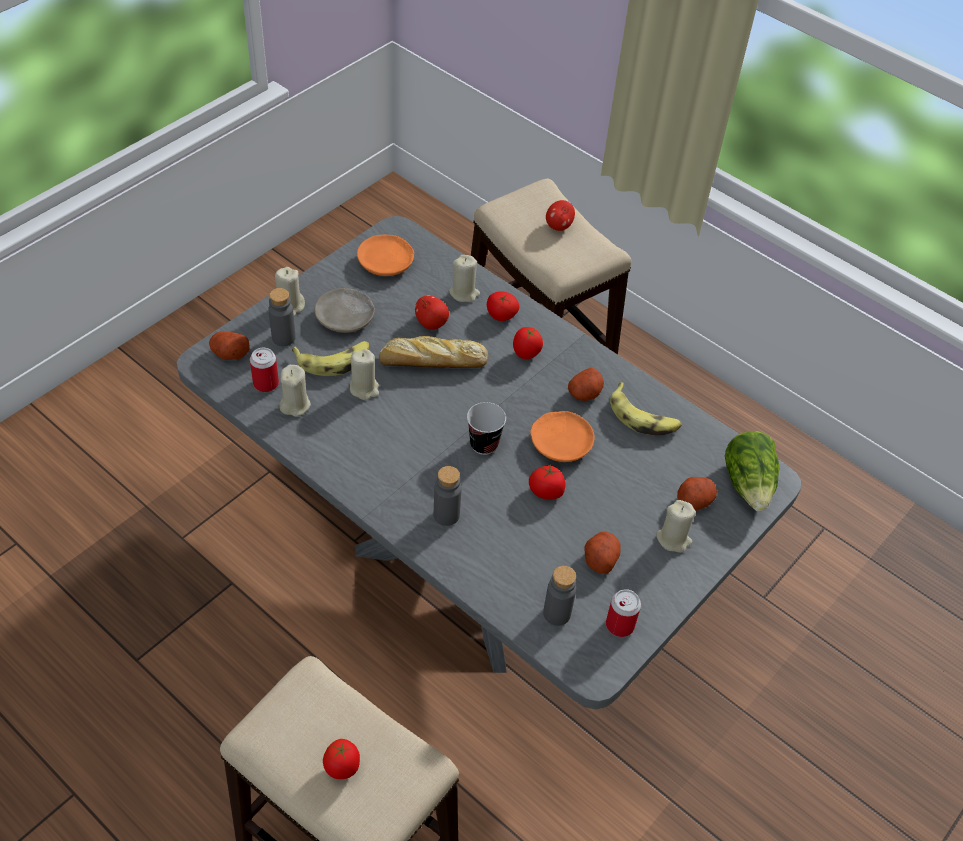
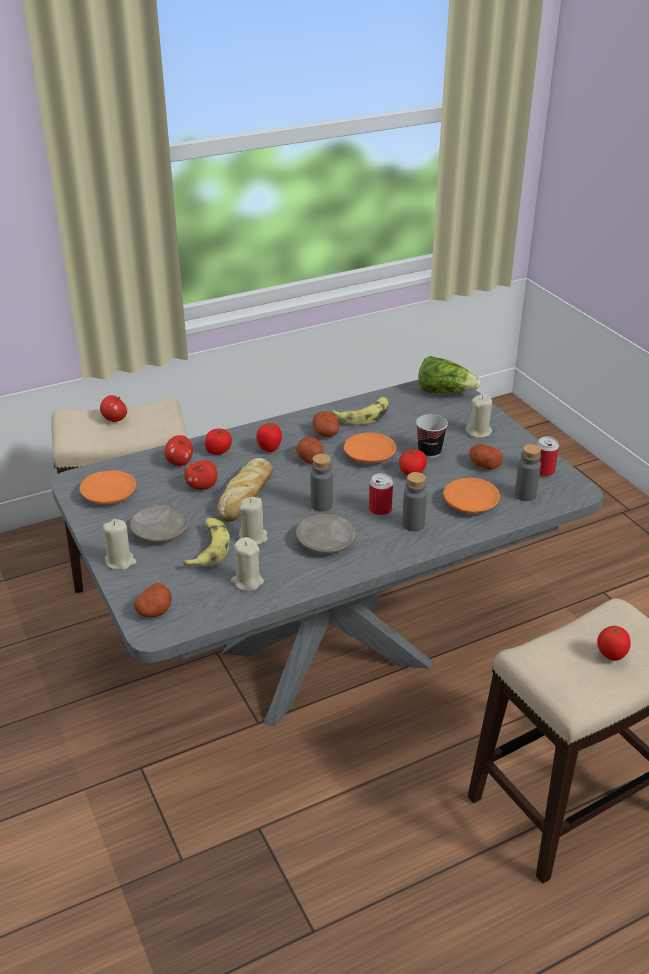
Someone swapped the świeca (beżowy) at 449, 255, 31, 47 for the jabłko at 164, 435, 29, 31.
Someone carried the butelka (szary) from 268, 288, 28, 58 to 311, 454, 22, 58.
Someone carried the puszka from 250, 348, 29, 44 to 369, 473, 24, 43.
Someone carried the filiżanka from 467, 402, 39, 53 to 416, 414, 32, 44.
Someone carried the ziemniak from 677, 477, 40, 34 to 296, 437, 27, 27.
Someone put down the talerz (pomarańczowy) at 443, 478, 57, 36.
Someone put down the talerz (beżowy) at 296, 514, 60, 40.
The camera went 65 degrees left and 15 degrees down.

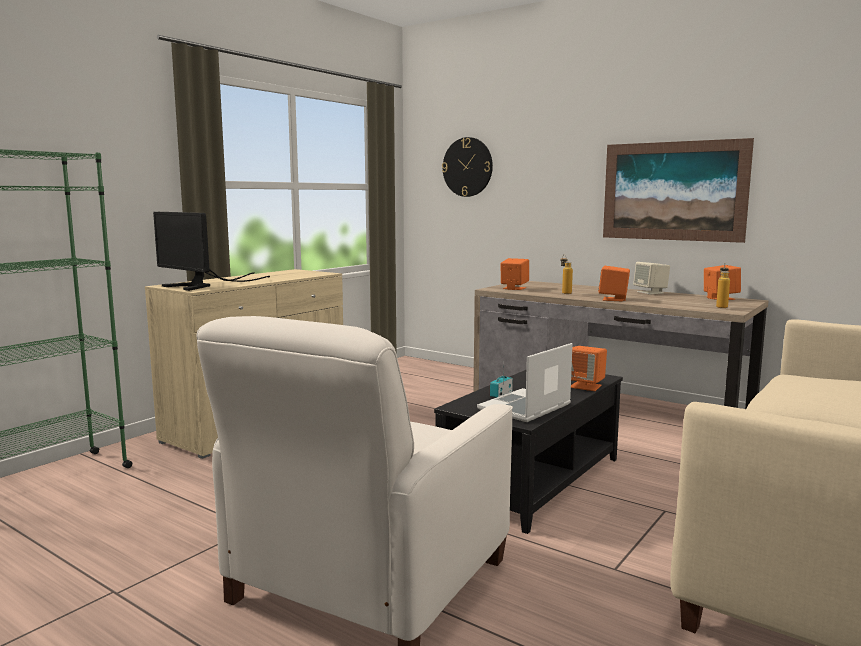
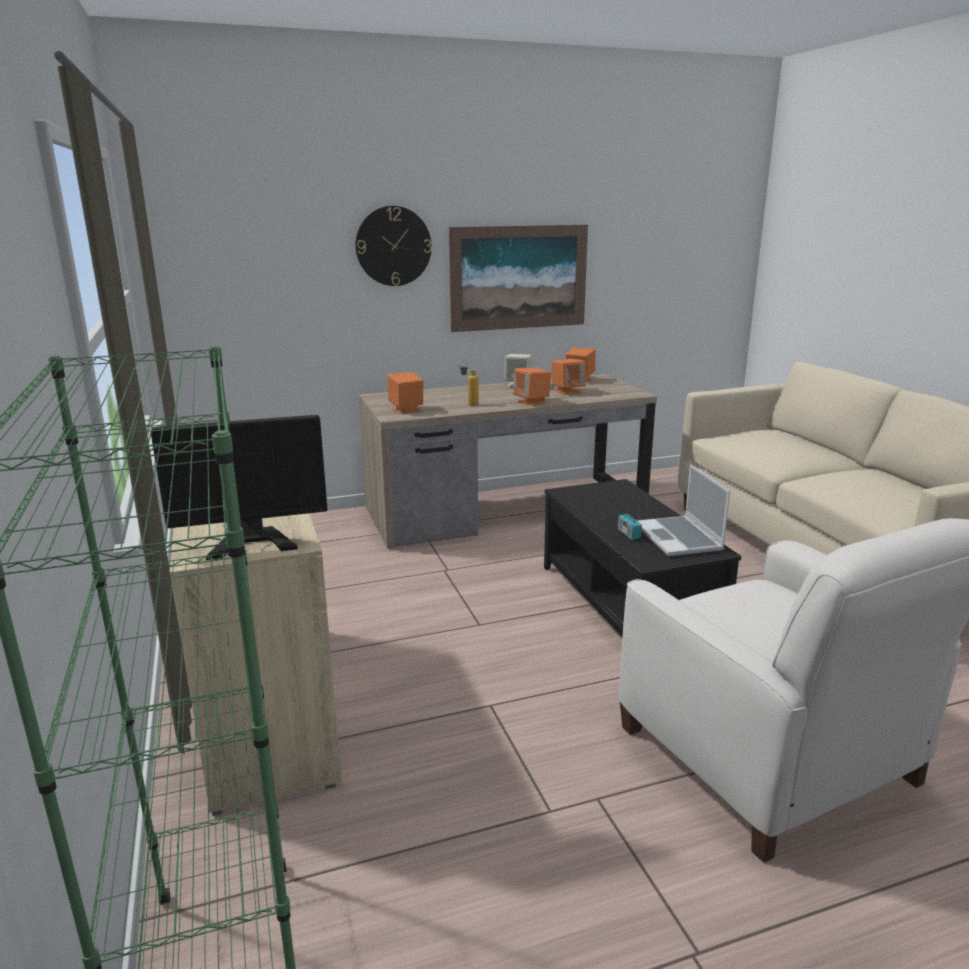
Someone carried the zegar ścienny from 442, 137, 51, 60 to 356, 206, 76, 80.
Someone took away the butelka at 716, 263, 14, 45.
Someone carried the głośnik (pomarańczowy) from 571, 346, 36, 45 to 552, 359, 34, 36.
The camera went 55 degrees left and 10 degrees up.

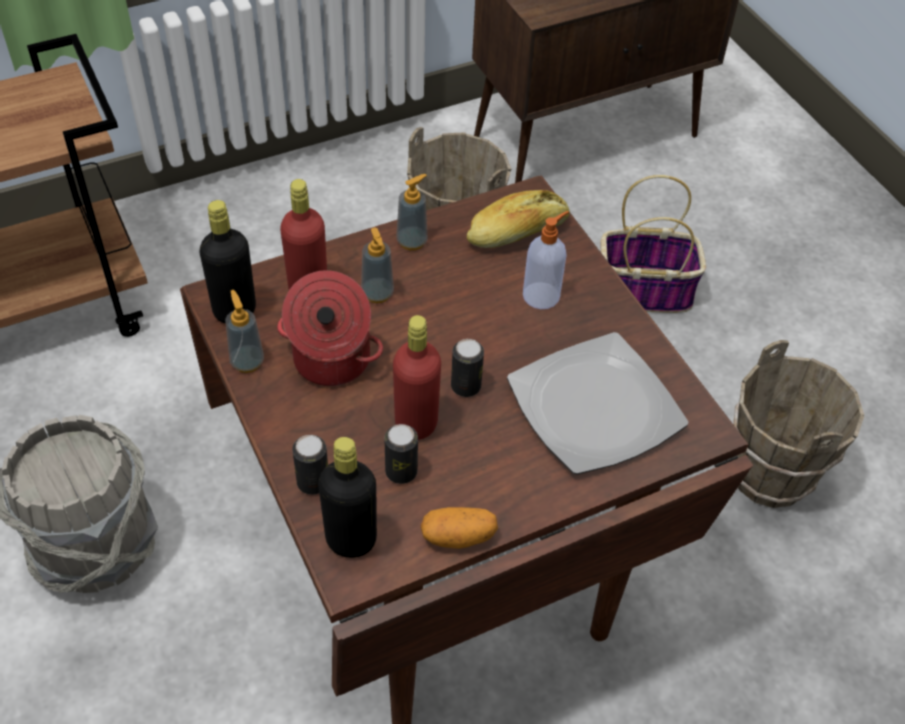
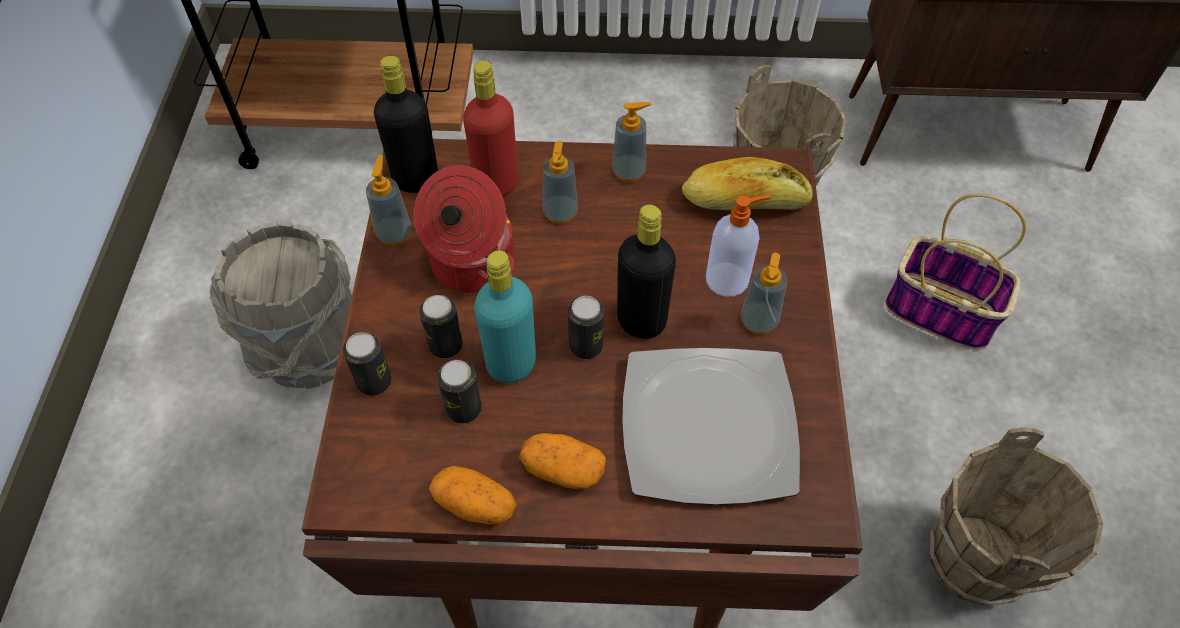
Someone repainted the butelka (czerwony) at 393, 315, 48, 125, which became the butelka (turkusowy) at 474, 251, 62, 133.
Someone carried the butelka (czarny) from 318, 437, 59, 121 to 617, 205, 59, 134.
Someone put down the dozownik mydła at 741, 253, 46, 81.
Someone put down the puszka at 419, 295, 44, 63.
Someone put down the ziemniak at 519, 433, 87, 56.
The camera went 30 degrees right and 5 degrees up.

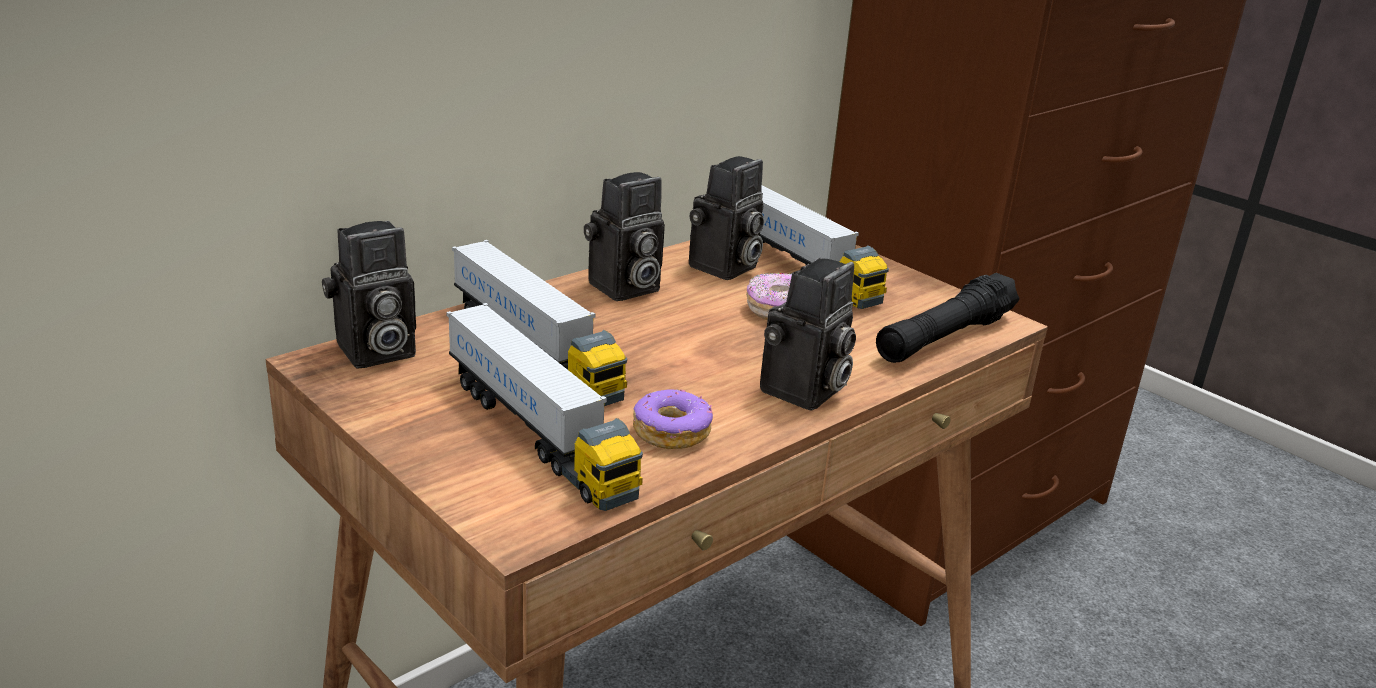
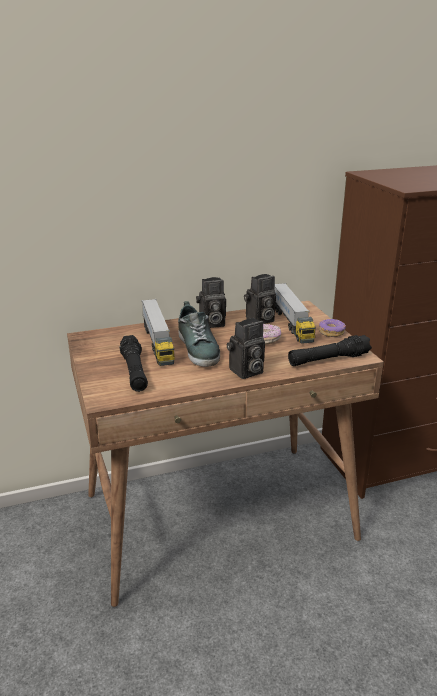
Someone took away the aparat fotograficzny at 322, 221, 94, 148.
Someone swapped the ciężarówka zabawkowa at 446, 303, 197, 208 for the latarka (czarny) at 120, 335, 28, 57.
Someone carried the donut from 633, 389, 80, 60 to 319, 319, 27, 18.
Someone put down the but at 178, 301, 42, 66.
The camera went 25 degrees right and 0 degrees up.

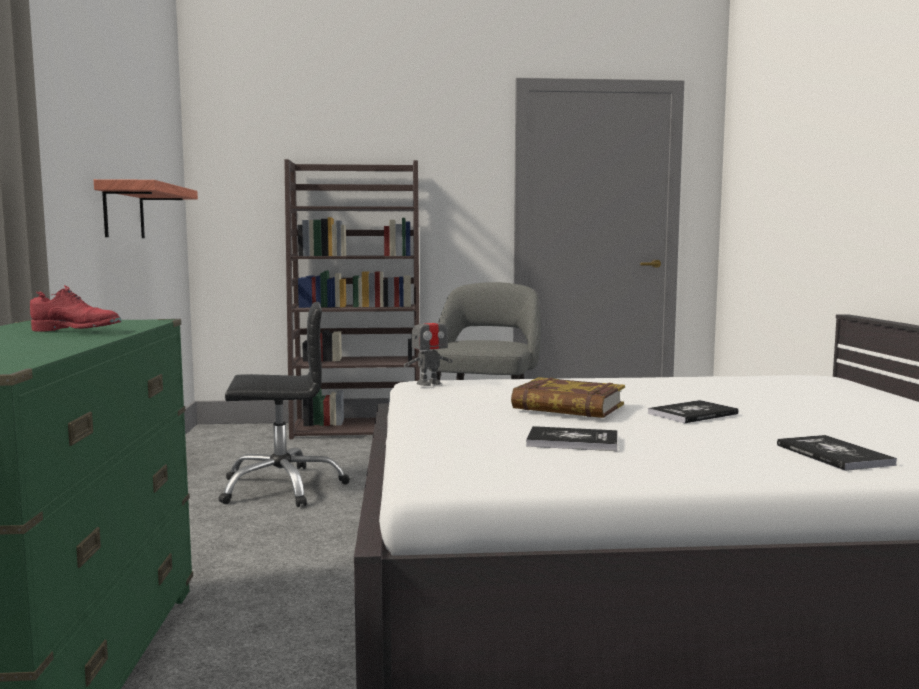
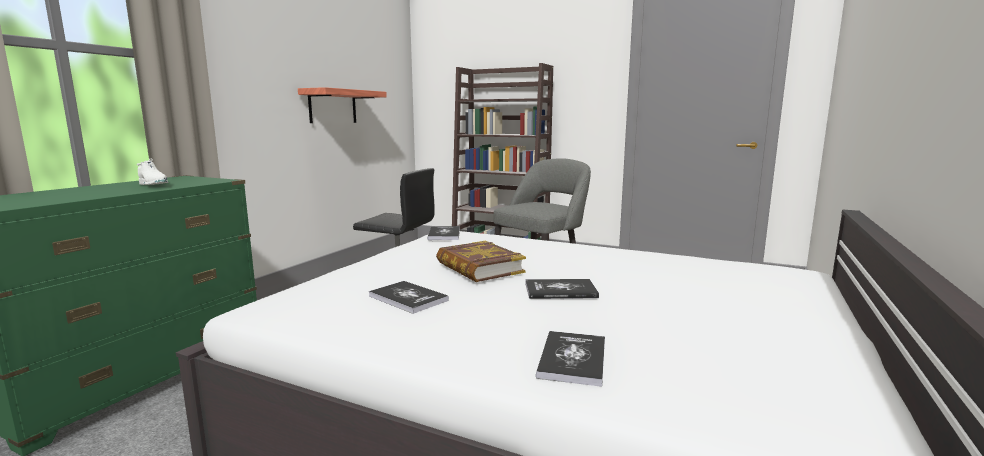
Someone repainted the but (czerwony) at 30, 285, 92, 47, which became the but (biały) at 137, 159, 31, 26.
Someone swapped the robot zabawkowy at 404, 310, 49, 76 for the książka at 427, 226, 33, 14.
The camera went 30 degrees right and 5 degrees up.

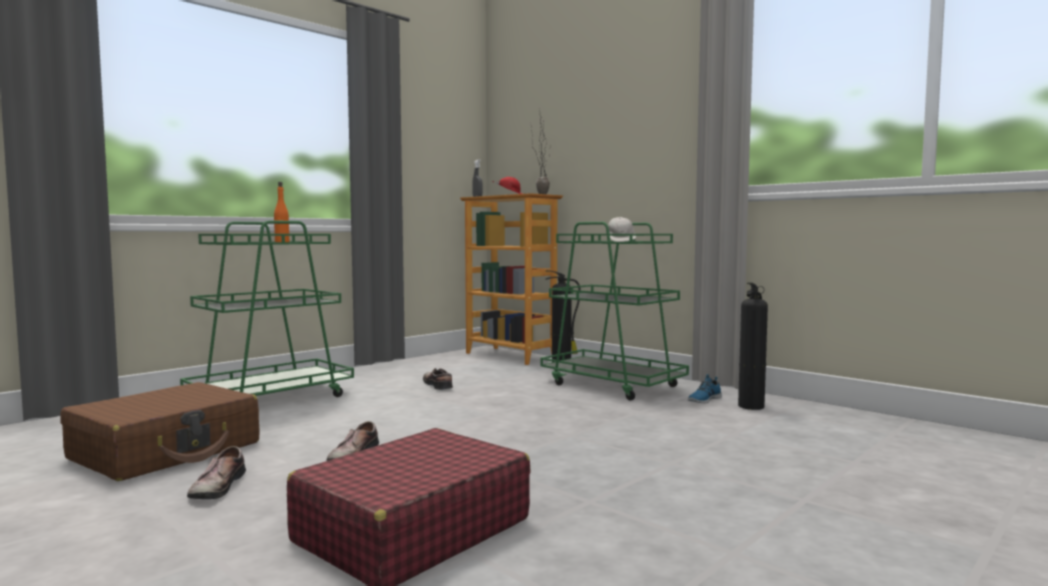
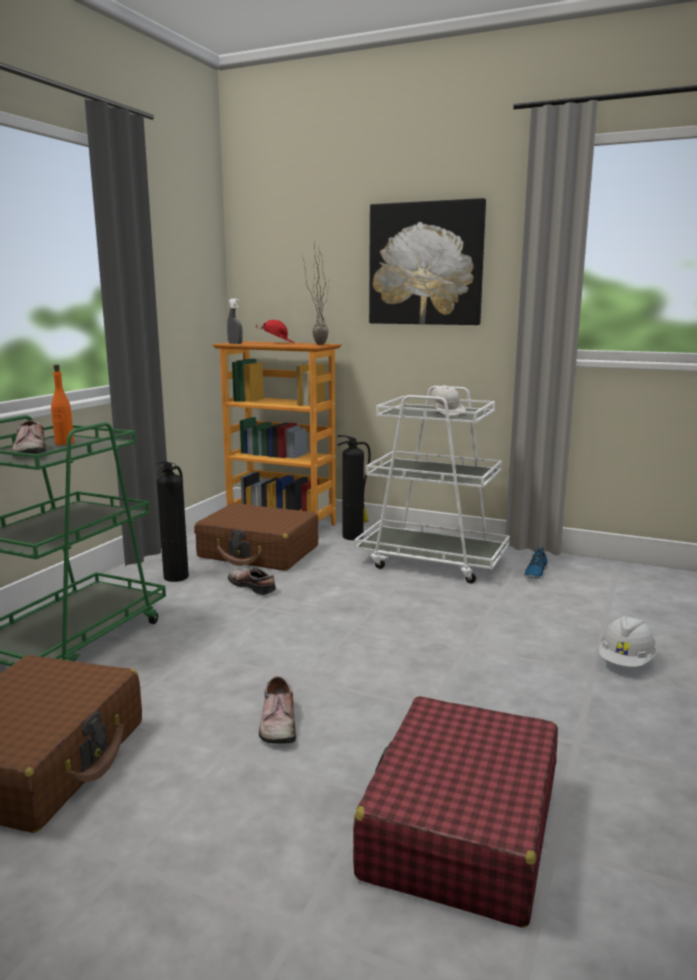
Someone repainted the wózek (zielony) at 540, 222, 149, 178, which became the wózek (biały) at 354, 386, 156, 197.
Someone carried the gaśnica from 738, 283, 30, 127 to 155, 461, 34, 121.
Someone carried the but from 187, 446, 59, 53 to 12, 420, 34, 36.
Someone put up the obraz at 369, 198, 117, 127.
Someone put down the walizka (brązowy) at 194, 503, 124, 68.
Someone put down the kask (biały) at 599, 616, 58, 51.
The camera went 20 degrees left and 10 degrees up.

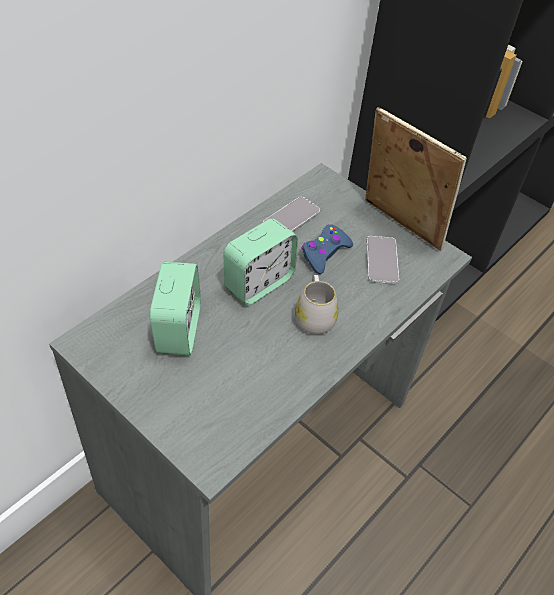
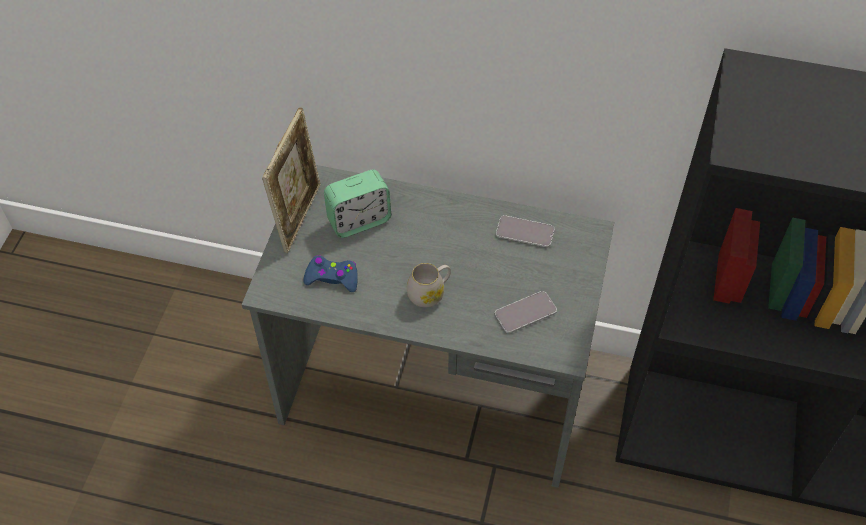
Someone carried the ramka na zdjęcie from 365, 107, 102, 144 to 262, 108, 58, 145.
Someone took away the budzik at 223, 218, 75, 87.
Someone carried the pad do gier (niebieski) from 301, 224, 52, 50 to 303, 255, 55, 37.
The camera went 65 degrees right and 5 degrees up.

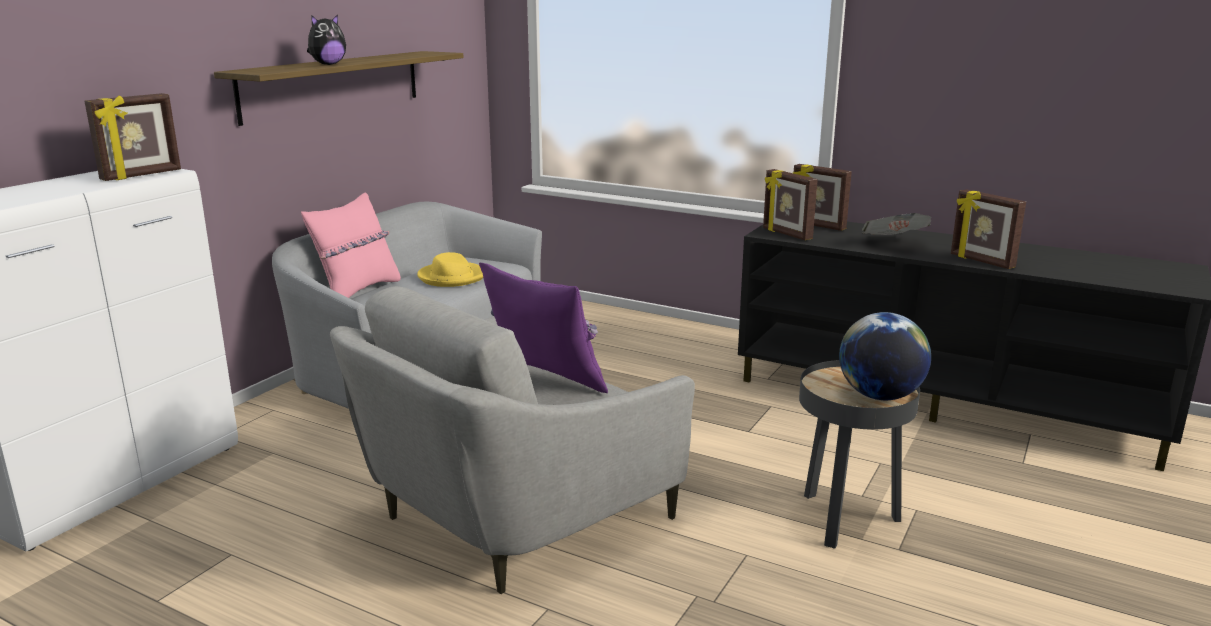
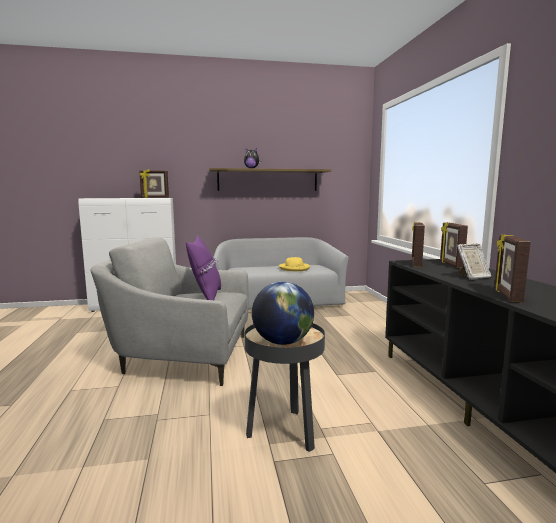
Someone took away the poduszka (różowy) at 301, 193, 100, 105.
Someone swapped the gazeta at 862, 213, 70, 22 for the ramka na zdjęcie at 457, 244, 34, 36.
The camera went 50 degrees right and 10 degrees down.

